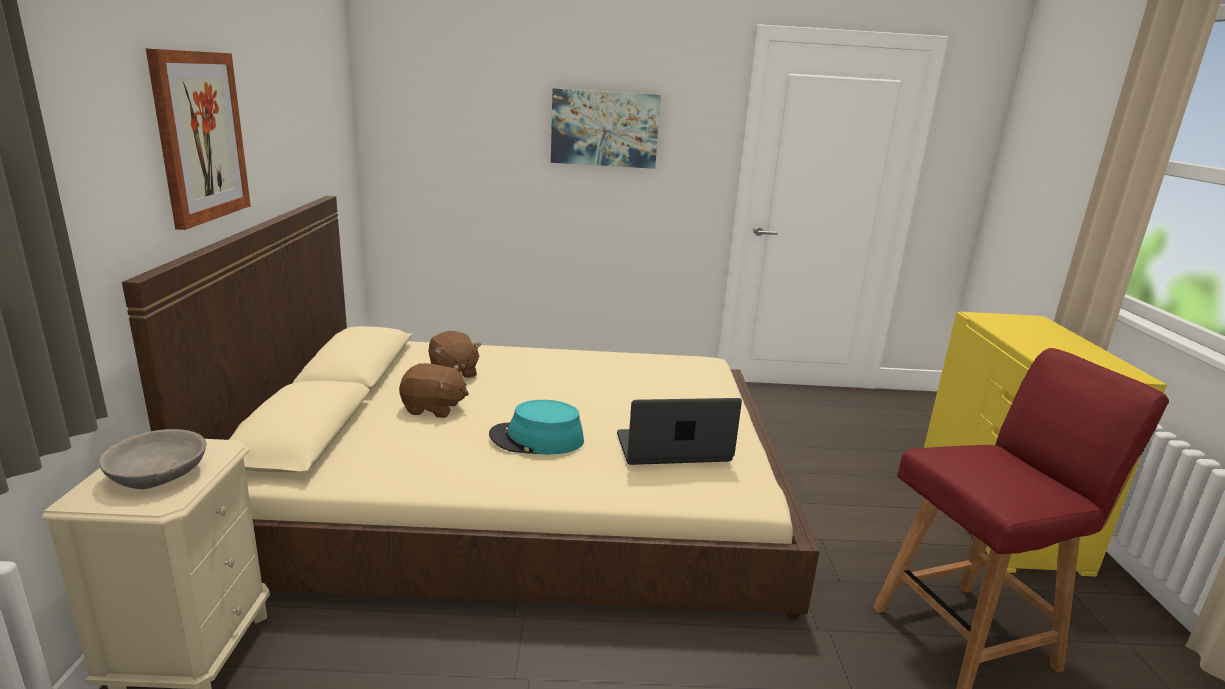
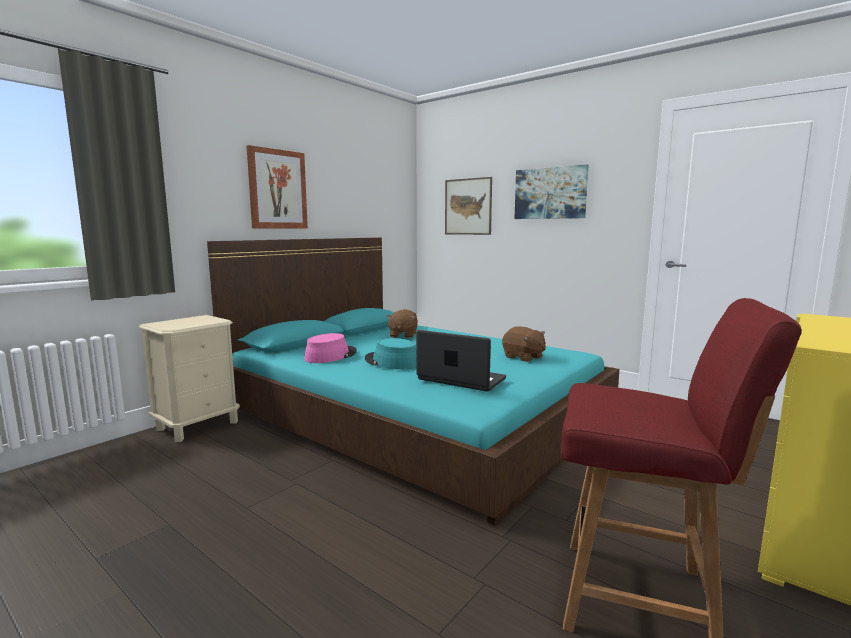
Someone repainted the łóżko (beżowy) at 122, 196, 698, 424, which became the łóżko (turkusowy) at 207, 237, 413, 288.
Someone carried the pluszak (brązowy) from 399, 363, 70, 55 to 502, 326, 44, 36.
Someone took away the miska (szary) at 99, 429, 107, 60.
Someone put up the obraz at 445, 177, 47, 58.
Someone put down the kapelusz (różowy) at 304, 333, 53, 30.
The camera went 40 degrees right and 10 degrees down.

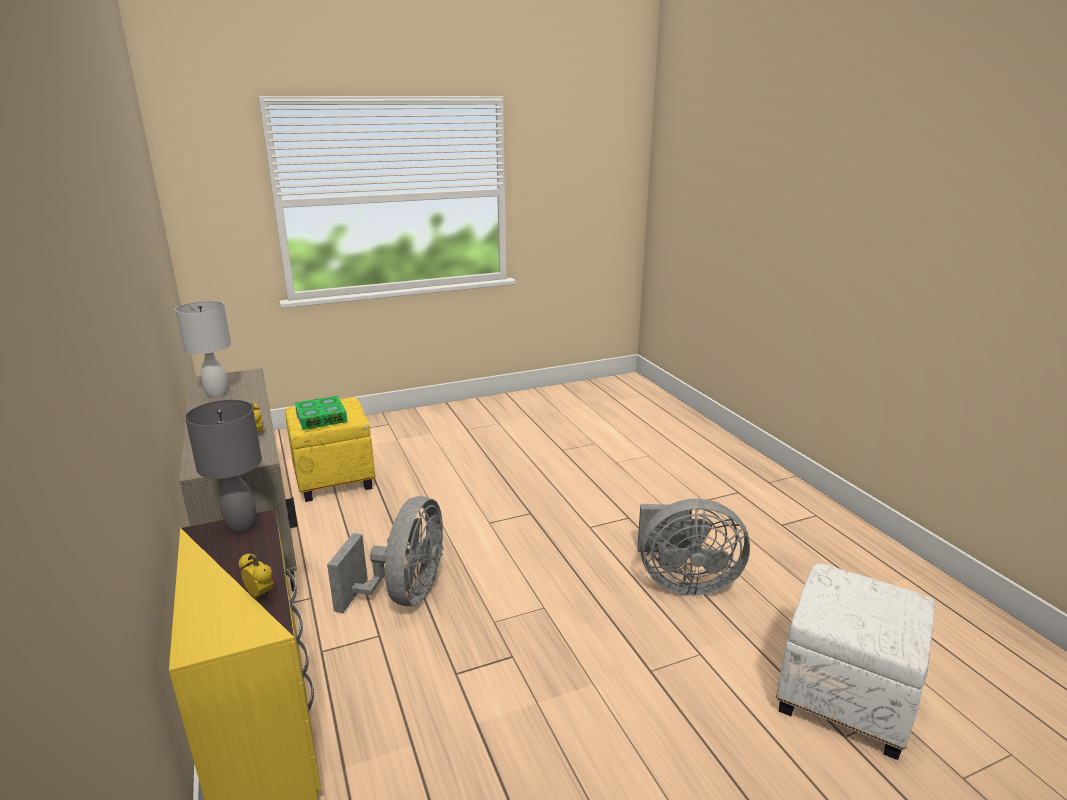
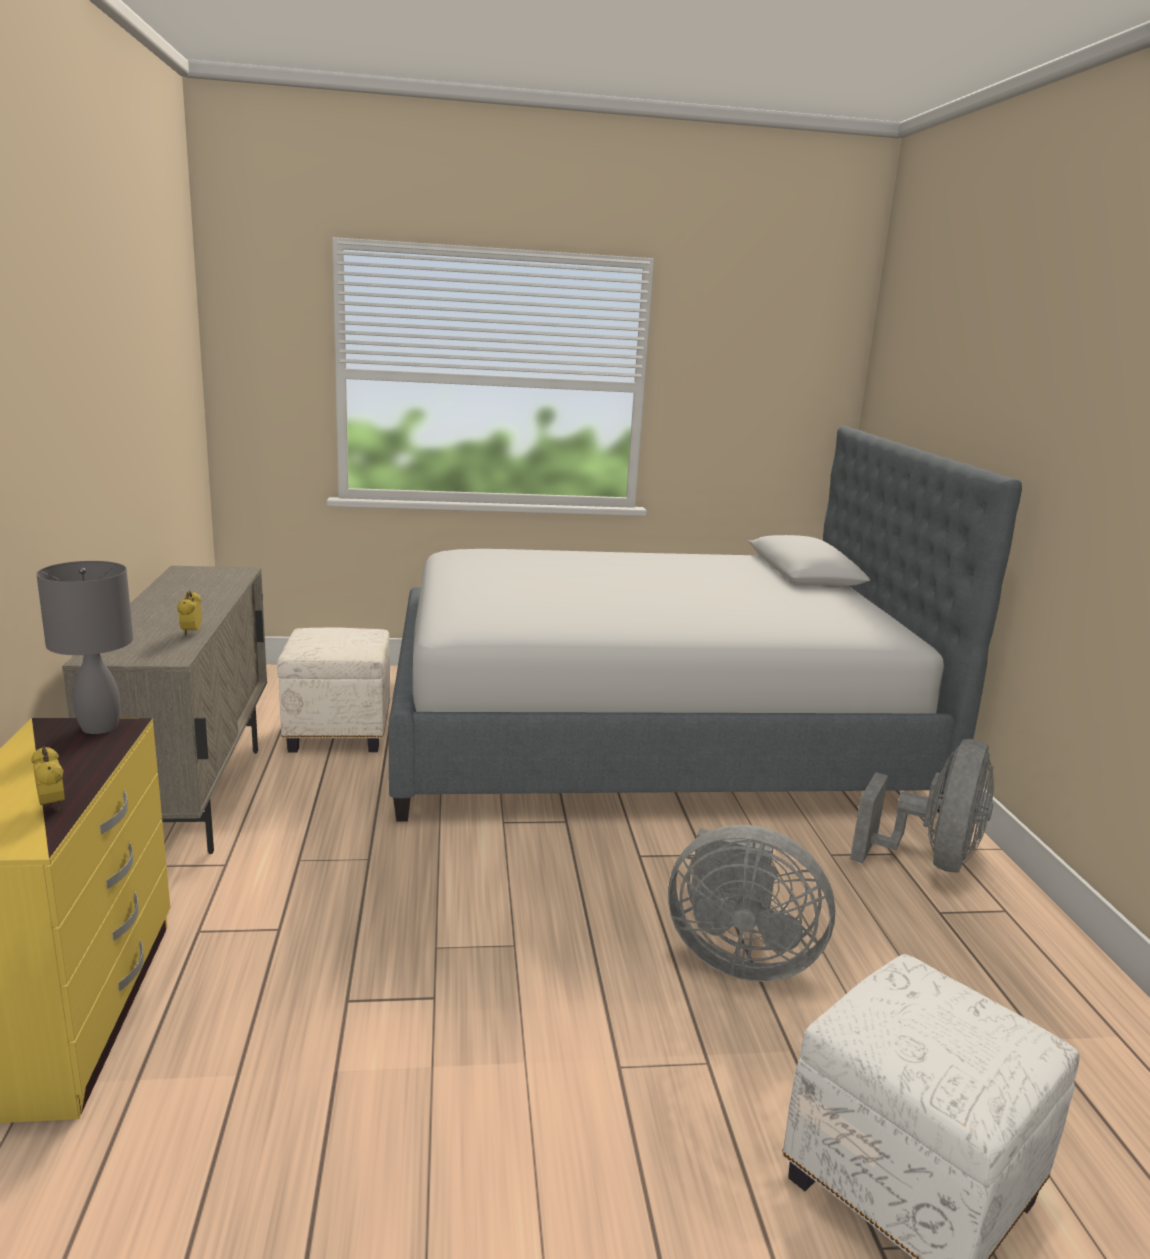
Someone took away the lampa stołowa (biały) at 175, 301, 56, 97.
Someone took away the książka at 294, 396, 54, 34.
Someone repainted the pufa (żółty) at 285, 398, 91, 104, which became the pufa (biały) at 277, 627, 113, 125.
Someone carried the wentylator (szary) from 327, 496, 116, 117 to 850, 739, 144, 133.
Someone put down the łóżko at 388, 426, 634, 396.
The camera went 15 degrees right and 5 degrees down.

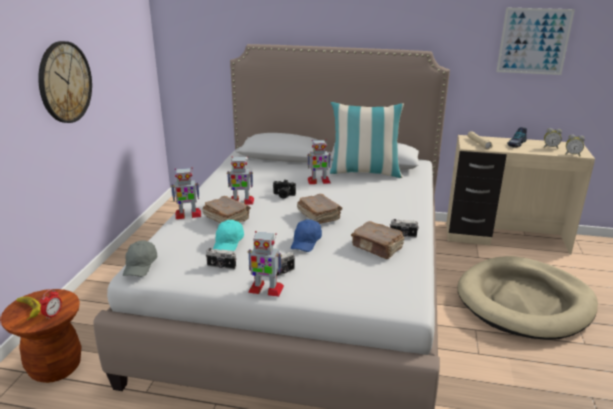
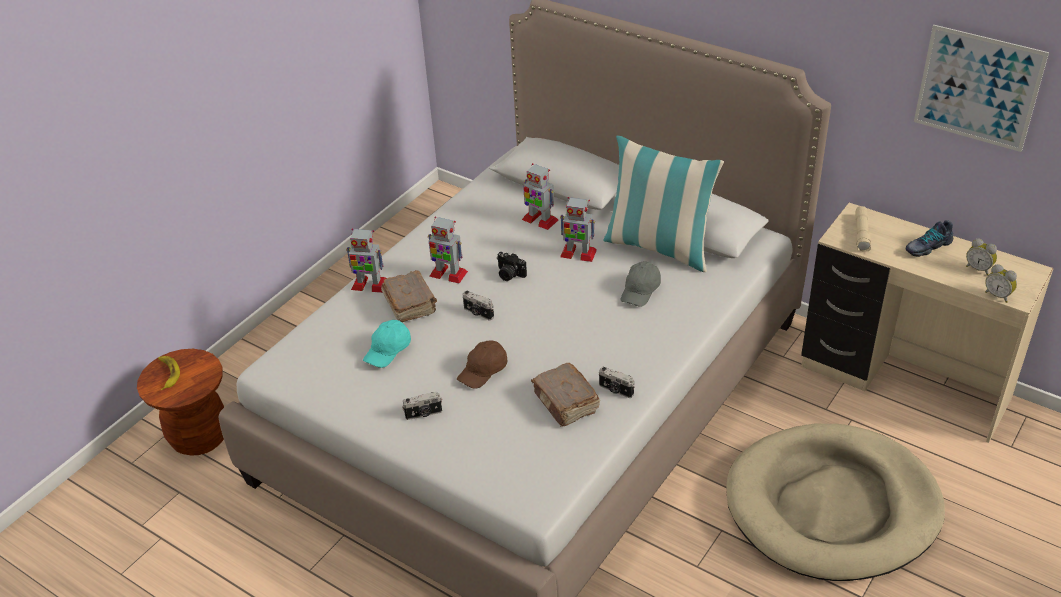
Someone took away the zegar ścienny at 38, 41, 54, 82.
Someone took away the książka (brązowy) at 297, 193, 45, 31.
Someone repainted the czapka z daszkiem (niebieski) at 291, 219, 31, 33, which became the czapka z daszkiem (brązowy) at 457, 340, 50, 49.
Someone carried the robot zabawkowy from 248, 231, 36, 66 to 522, 163, 36, 67.
Someone carried the czapka z daszkiem (szary) from 123, 240, 34, 37 to 620, 261, 41, 46.
Someone carried the aparat fotograficzny from 206, 248, 30, 22 to 463, 291, 31, 29.
Someone took away the budzik at 40, 289, 22, 31.
The camera went 25 degrees right and 15 degrees up.

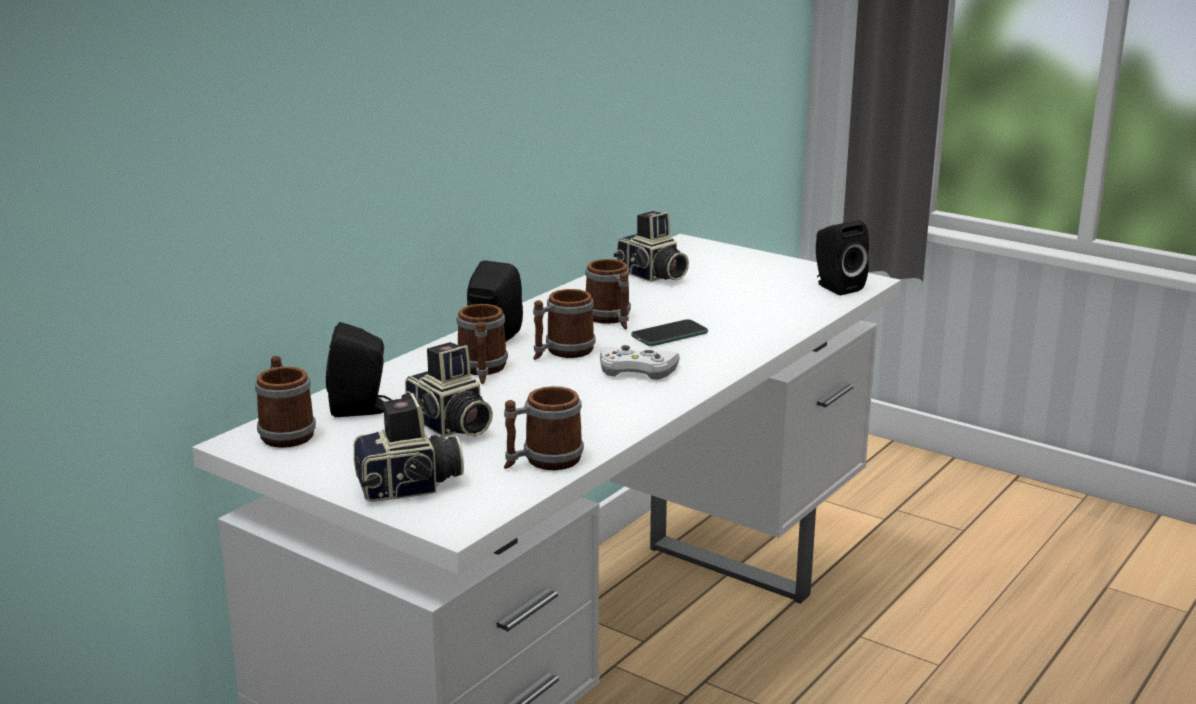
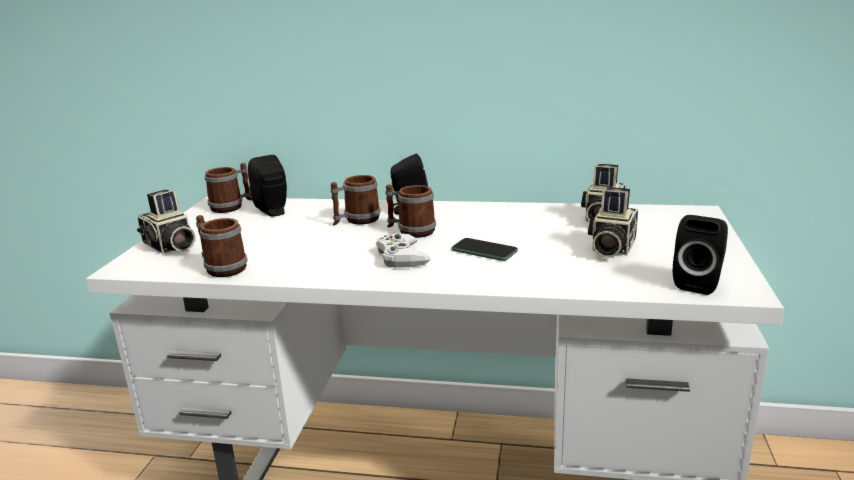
Someone took away the kubek at 585, 259, 46, 71.
Someone carried the aparat fotograficzny from 402, 342, 91, 95 to 588, 187, 50, 71.
The camera went 65 degrees right and 0 degrees up.

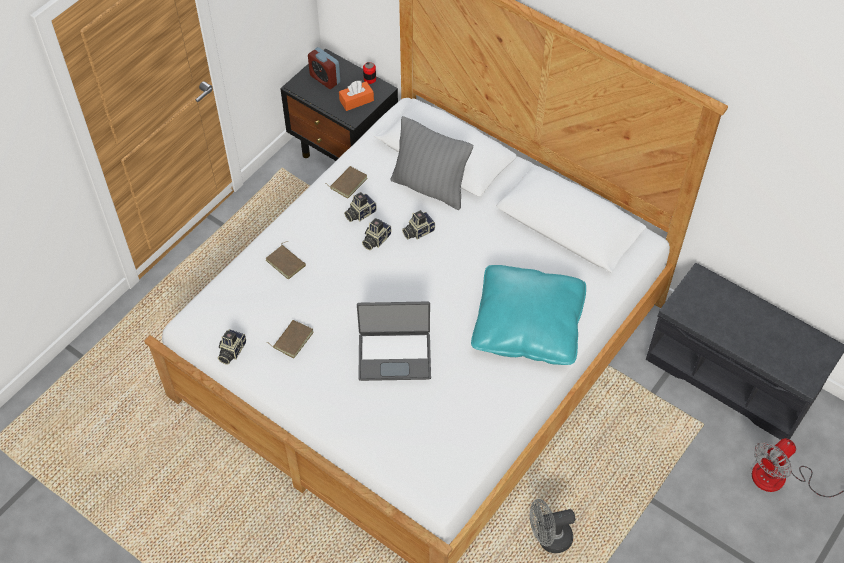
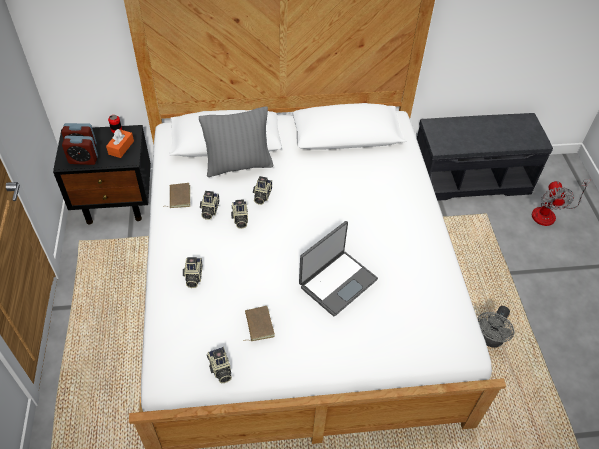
Someone swapped the książka (brązowy) at 266, 241, 40, 38 for the aparat fotograficzny at 183, 257, 20, 31.
Someone took away the poduszka (turkusowy) at 471, 265, 115, 100.
Someone put down the budzik at 62, 136, 36, 29.
The camera went 45 degrees left and 5 degrees down.

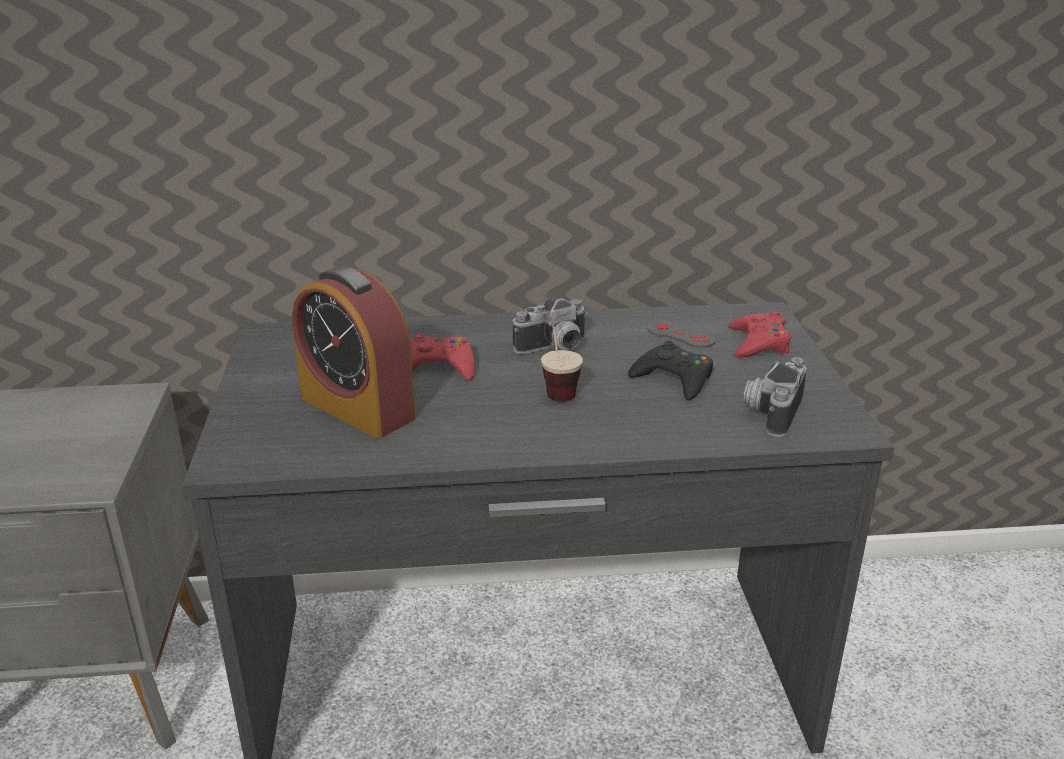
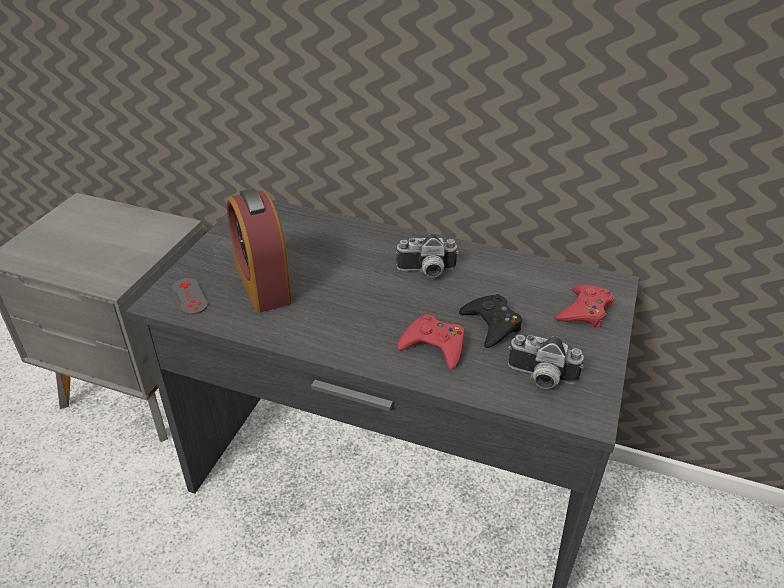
Someone took away the filiżanka at 541, 310, 42, 92.
Someone carried the pad do gier (szary) from 647, 321, 69, 27 to 172, 278, 36, 37.
Someone carried the pad do gier (czerwony) from 410, 334, 65, 47 to 397, 314, 68, 56.
Someone rotated the aparat fotograficzny at 743, 357, 64, 80 by 120 degrees counterclockwise.
The camera went 25 degrees right and 10 degrees up.

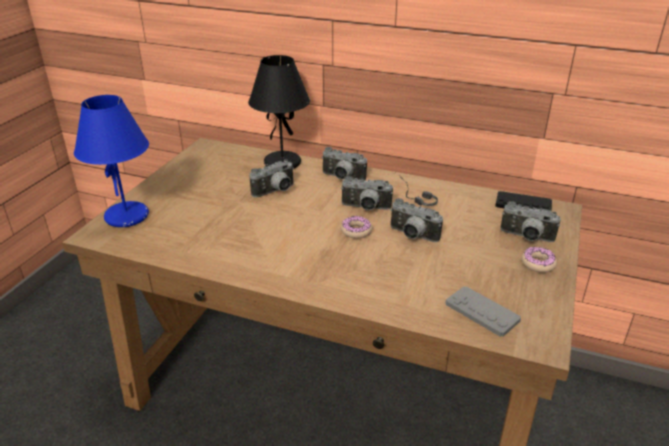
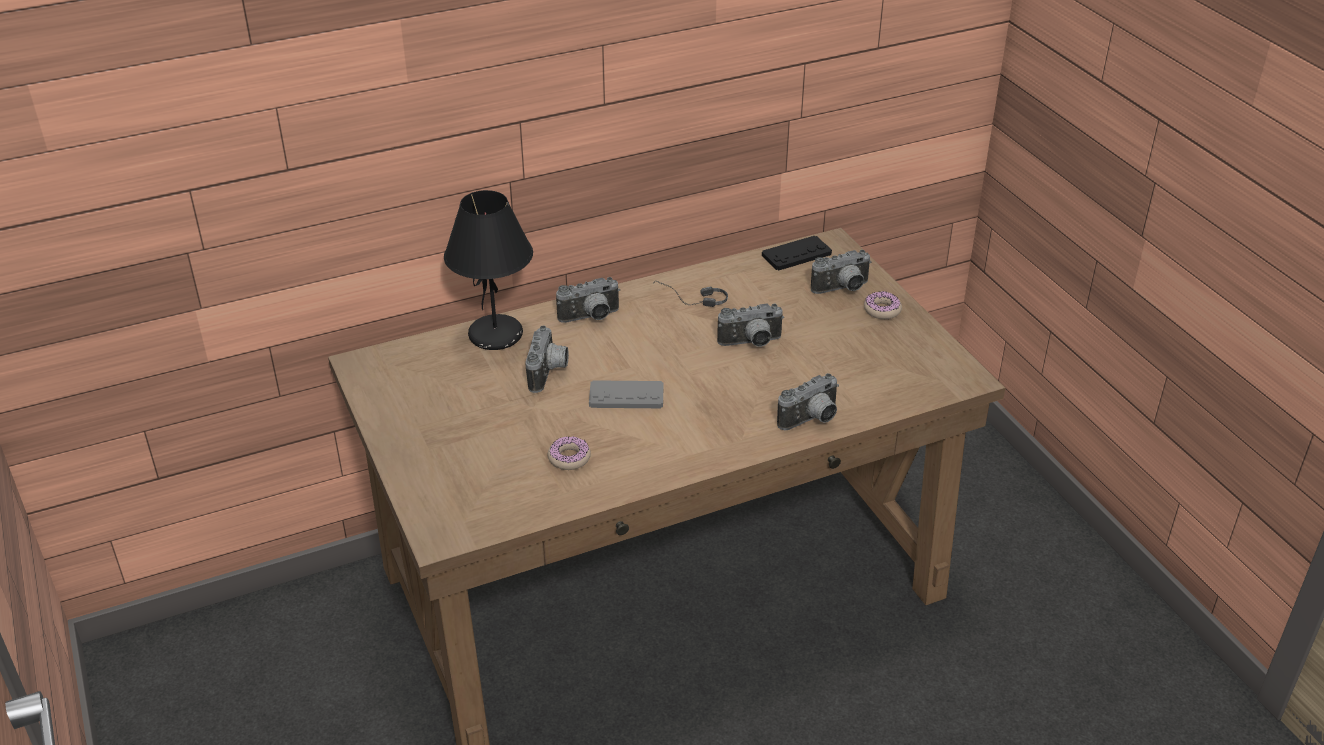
Someone took away the lampa stołowa (niebieski) at 74, 95, 75, 132.
Someone carried the aparat fotograficzny from 341, 176, 52, 34 to 777, 373, 62, 57.
Someone carried the donut from 341, 216, 31, 23 to 548, 437, 43, 33.
Someone carried the pad do gier (szary) from 445, 286, 76, 51 to 589, 380, 75, 28.
The camera went 45 degrees left and 5 degrees up.

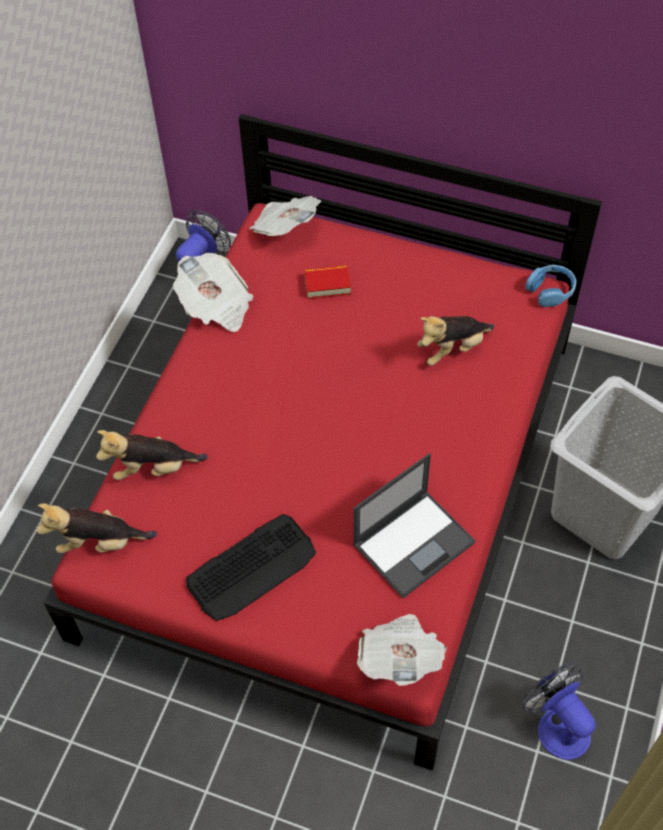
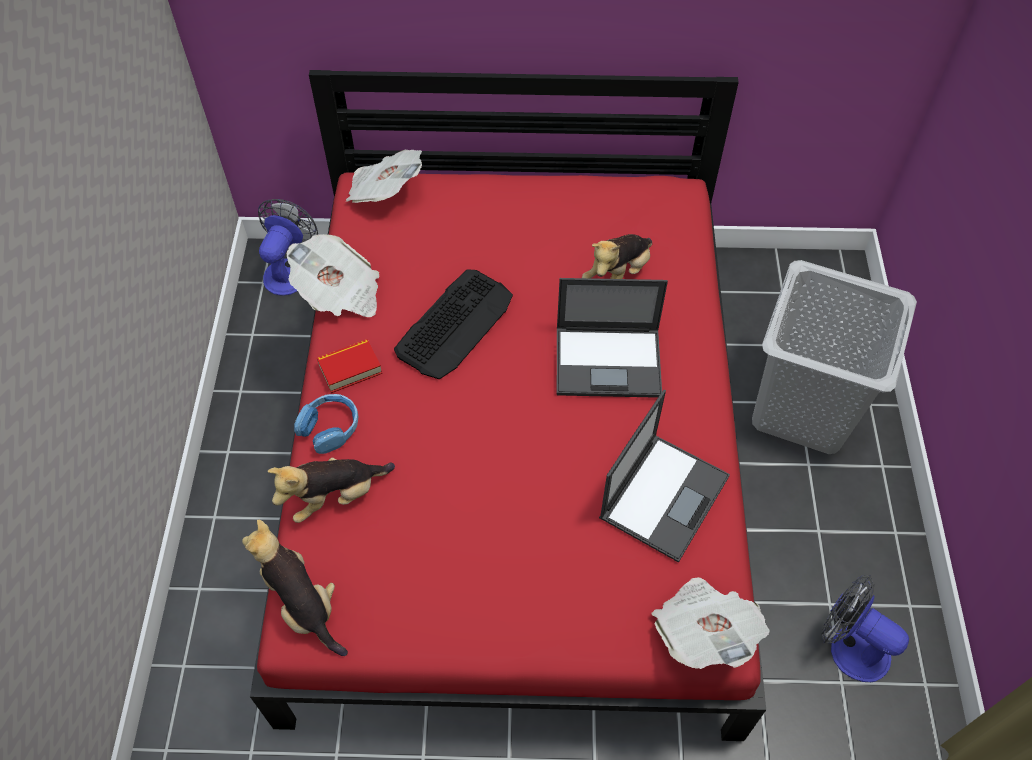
Someone carried the książka from 304, 265, 47, 34 to 317, 339, 65, 54.
Someone carried the słuchawki (niebieski) from 525, 265, 51, 42 to 294, 394, 65, 60.
Someone rotated the pluszak at 36, 503, 121, 50 by 75 degrees clockwise.
Someone carried the klawiatura from 186, 514, 130, 107 to 394, 269, 119, 111.
Someone put down the laptop at 557, 278, 111, 120.
The camera went 20 degrees left and 0 degrees up.

